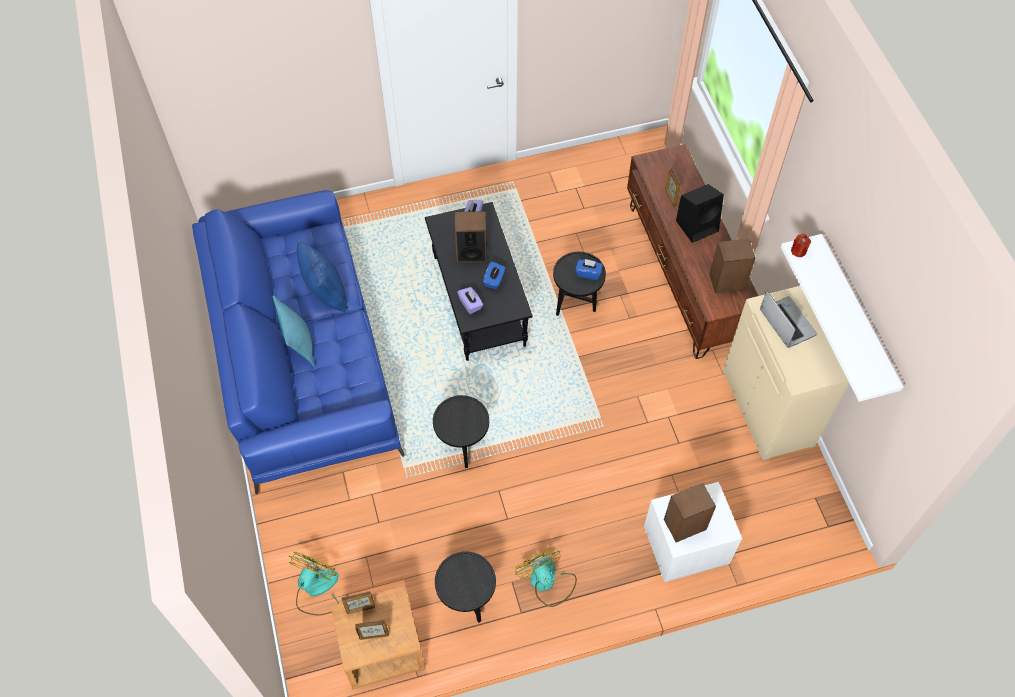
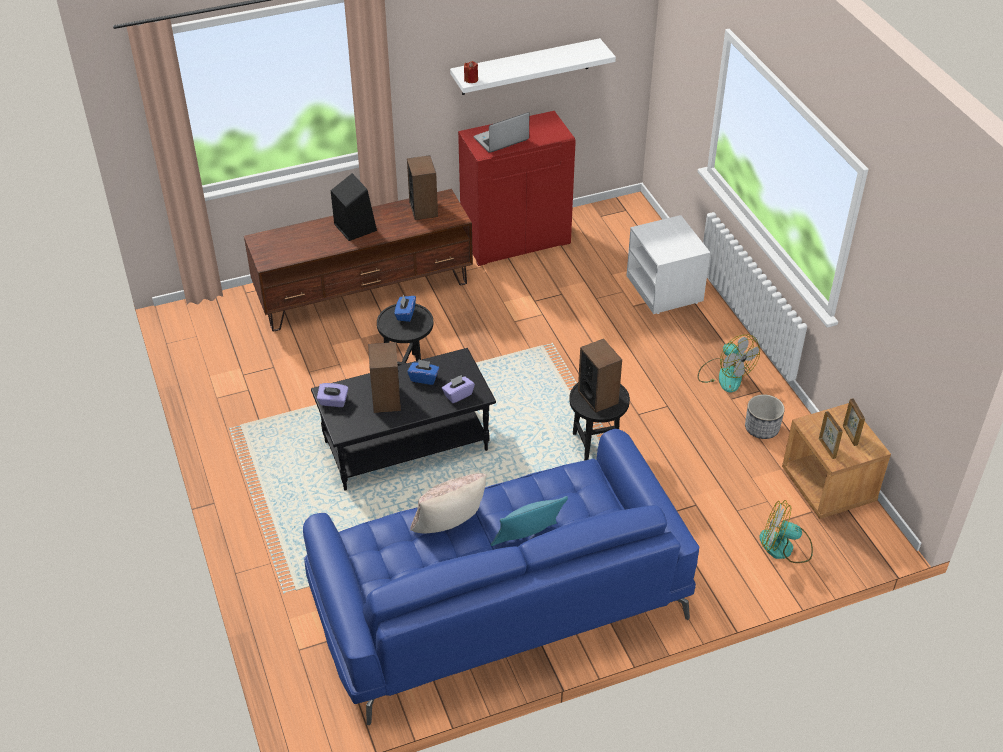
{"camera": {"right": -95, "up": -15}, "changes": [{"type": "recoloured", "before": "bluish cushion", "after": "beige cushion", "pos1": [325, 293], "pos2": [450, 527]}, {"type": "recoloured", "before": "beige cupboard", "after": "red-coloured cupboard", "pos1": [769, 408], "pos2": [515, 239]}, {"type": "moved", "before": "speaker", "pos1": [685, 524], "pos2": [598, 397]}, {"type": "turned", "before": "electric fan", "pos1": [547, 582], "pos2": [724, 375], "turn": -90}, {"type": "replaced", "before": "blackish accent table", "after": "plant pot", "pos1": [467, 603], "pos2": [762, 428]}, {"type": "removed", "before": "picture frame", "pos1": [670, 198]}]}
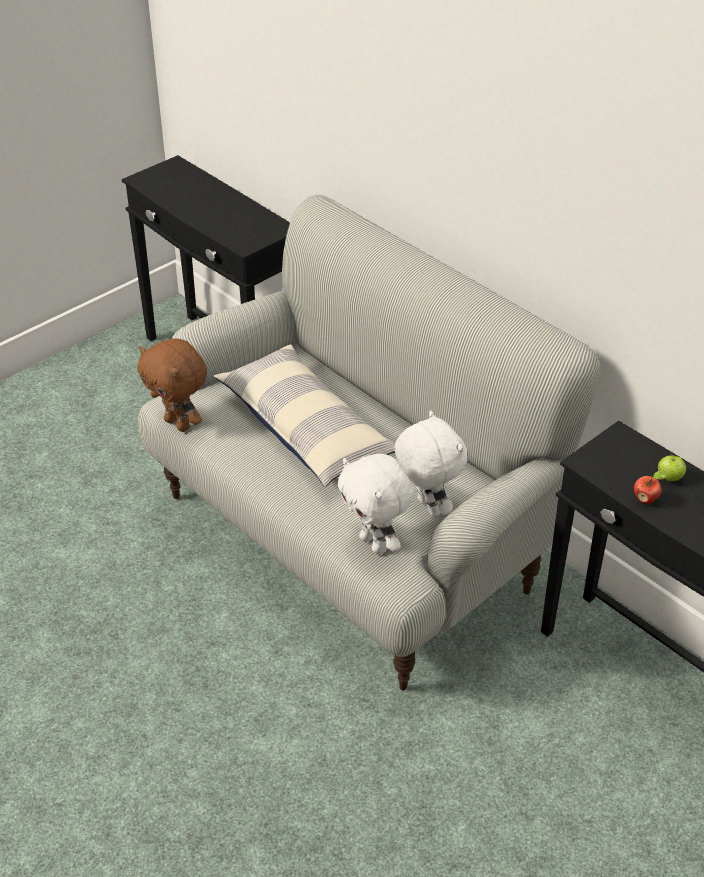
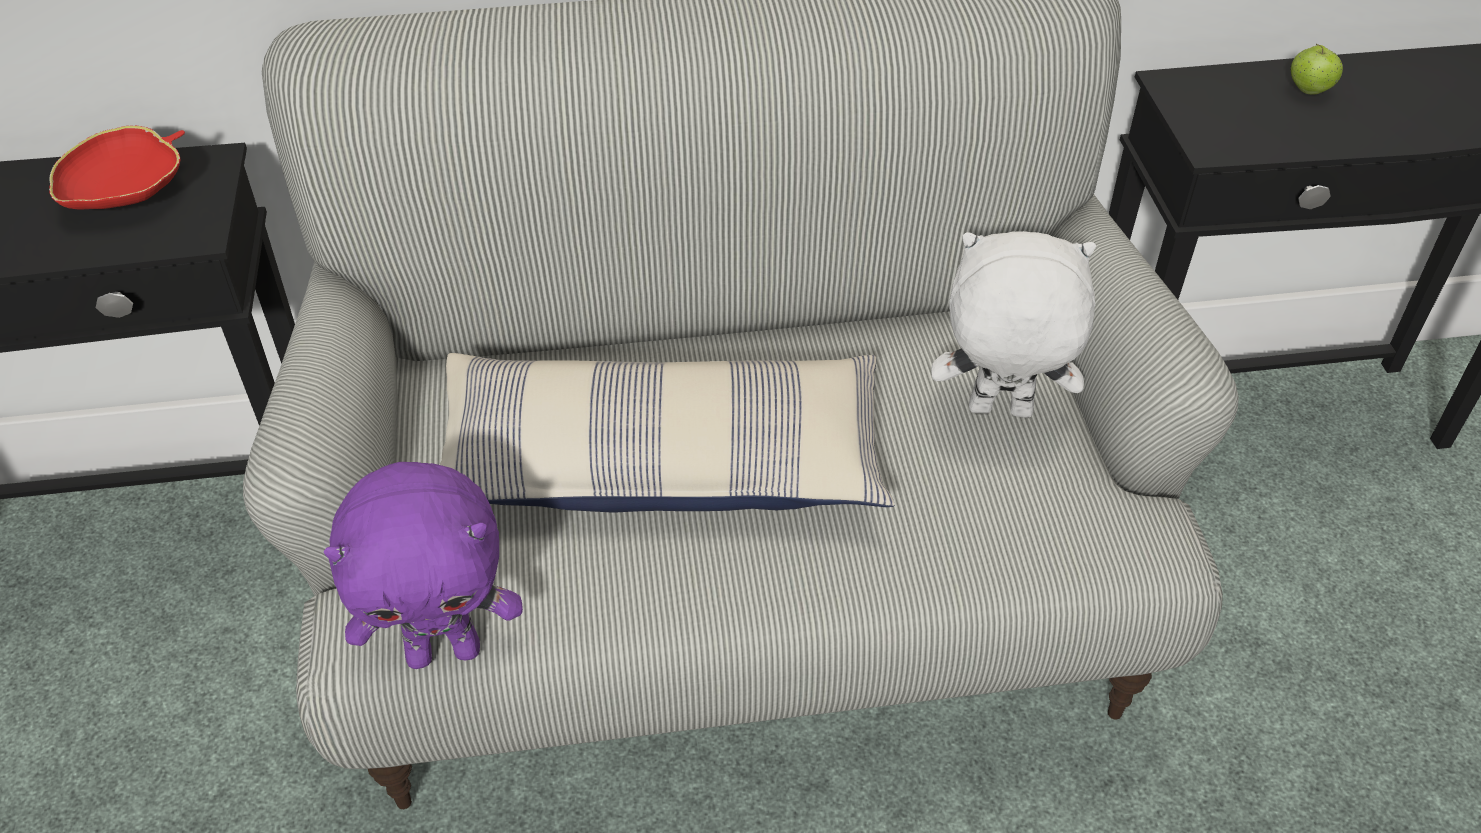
{"camera": {"right": -55, "up": 5}, "changes": [{"type": "added", "after": "red-coloured serving bowl", "pos2": [128, 192]}, {"type": "recoloured", "before": "brown-coloured plush toy", "after": "purplish plush toy", "pos1": [179, 424], "pos2": [445, 650]}, {"type": "removed", "before": "white-coloured plush toy", "pos1": [375, 544]}, {"type": "removed", "before": "apple fruit", "pos1": [646, 499]}]}
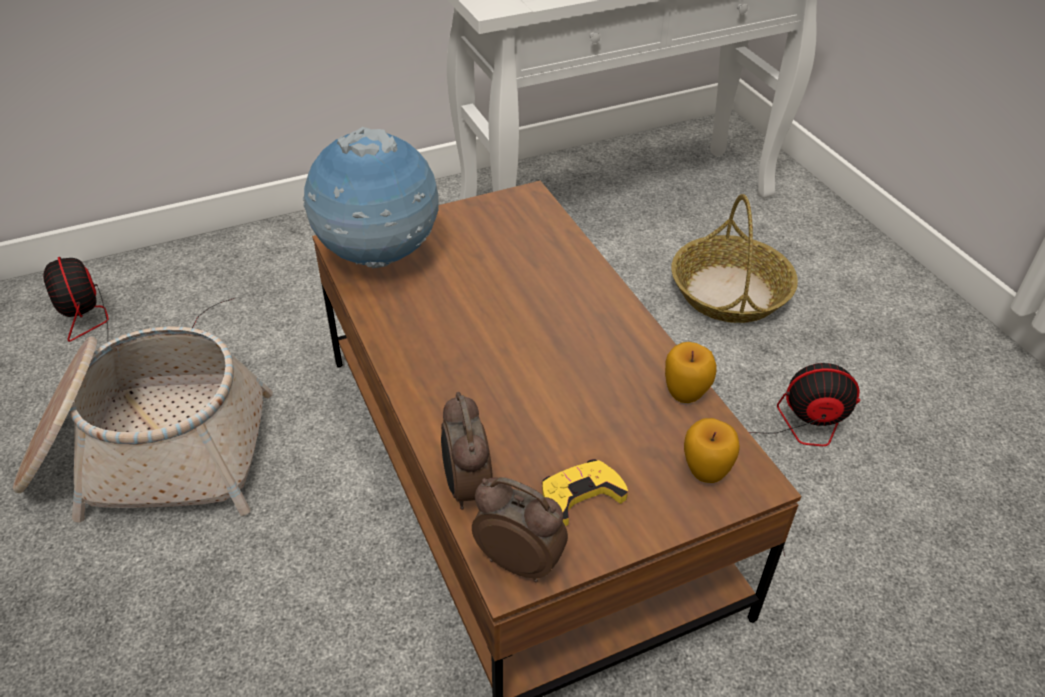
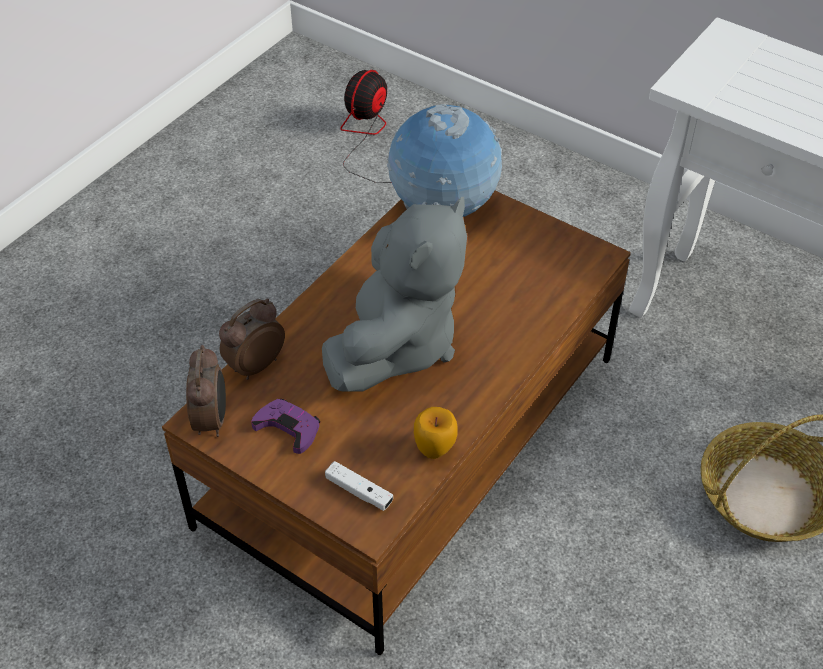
{"camera": {"right": 60, "up": 5}, "changes": [{"type": "recoloured", "before": "yellowish joypad", "after": "purplish joypad", "pos1": [580, 495], "pos2": [288, 428]}, {"type": "added", "after": "grey plush toy", "pos2": [396, 344]}, {"type": "replaced", "before": "apple fruit", "after": "white-coloured joypad", "pos1": [705, 472], "pos2": [359, 491]}, {"type": "removed", "before": "storage basket", "pos1": [149, 454]}, {"type": "removed", "before": "electric fan", "pos1": [788, 445]}]}
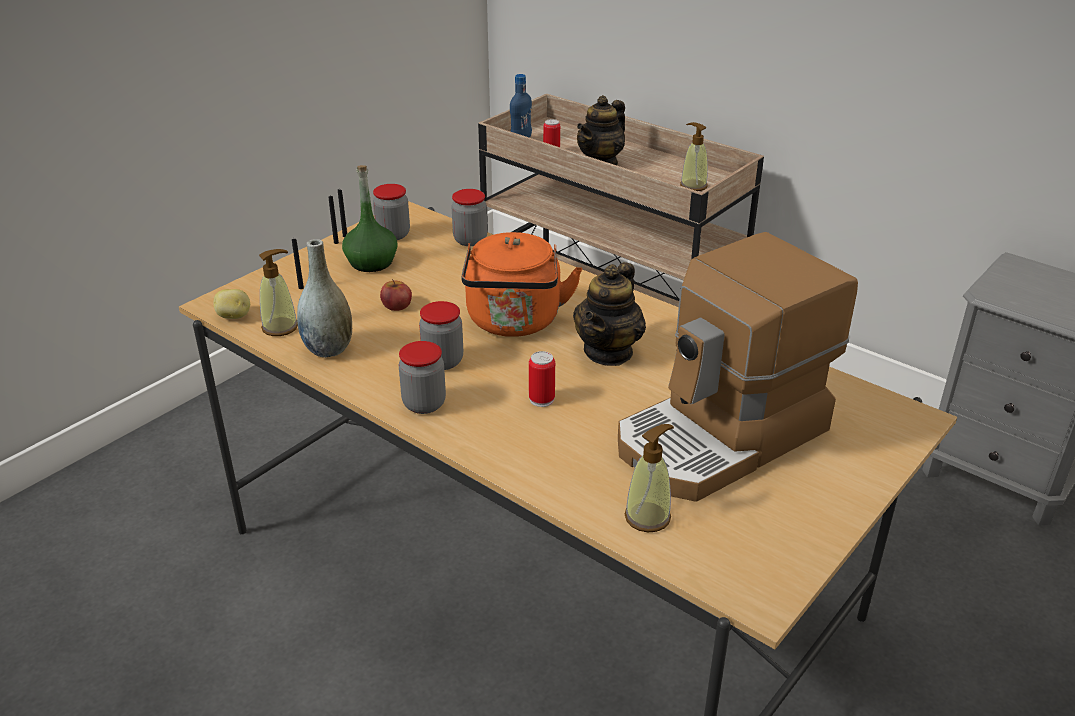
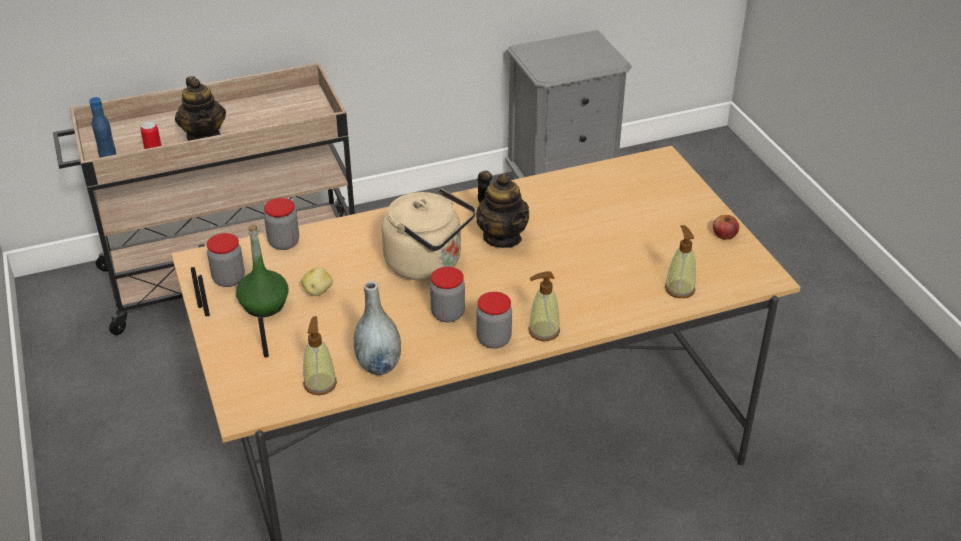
{"camera": {"right": -60, "up": 5}, "changes": [{"type": "moved", "before": "whole potato", "pos1": [234, 316], "pos2": [318, 291]}, {"type": "recoloured", "before": "orangey water kettle", "after": "beige water kettle", "pos1": [514, 323], "pos2": [428, 264]}, {"type": "moved", "before": "liquid soap bottle", "pos1": [693, 186], "pos2": [543, 331]}, {"type": "moved", "before": "apple fruit", "pos1": [396, 305], "pos2": [724, 234]}, {"type": "removed", "before": "metal can", "pos1": [541, 399]}, {"type": "removed", "before": "coffee maker", "pos1": [723, 438]}]}
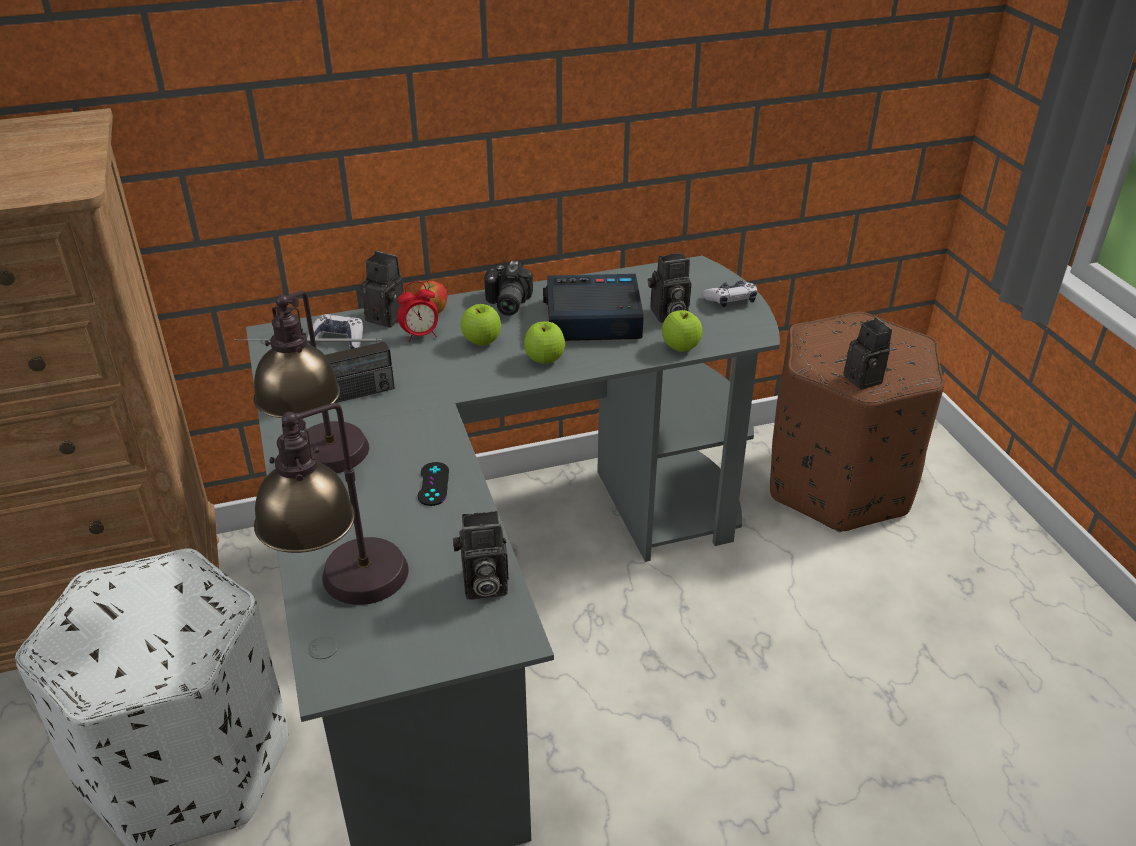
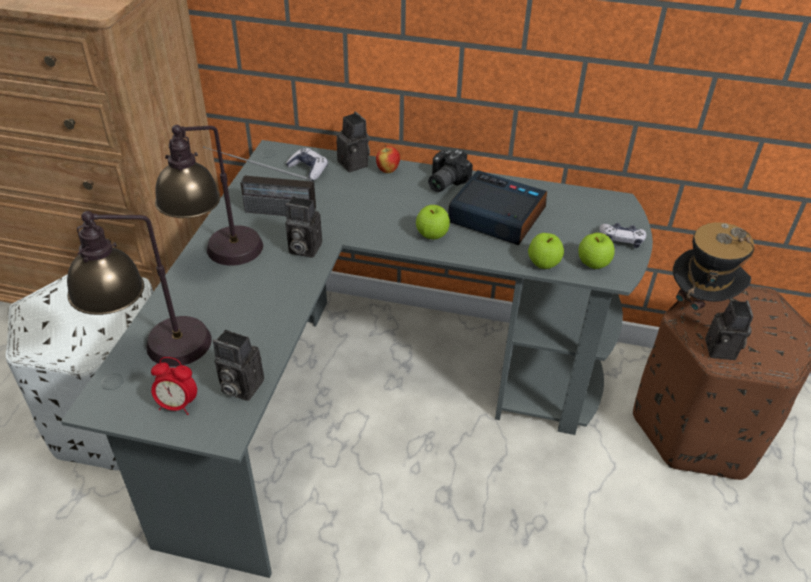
{"camera": {"right": 30, "up": 5}, "changes": [{"type": "moved", "before": "table clock", "pos1": [420, 335], "pos2": [177, 405]}, {"type": "moved", "before": "photo camera", "pos1": [667, 315], "pos2": [303, 248]}, {"type": "moved", "before": "apple fruit", "pos1": [482, 342], "pos2": [593, 264]}, {"type": "added", "after": "wearable hat", "pos2": [699, 305]}, {"type": "removed", "before": "blackish joypad", "pos1": [433, 484]}]}
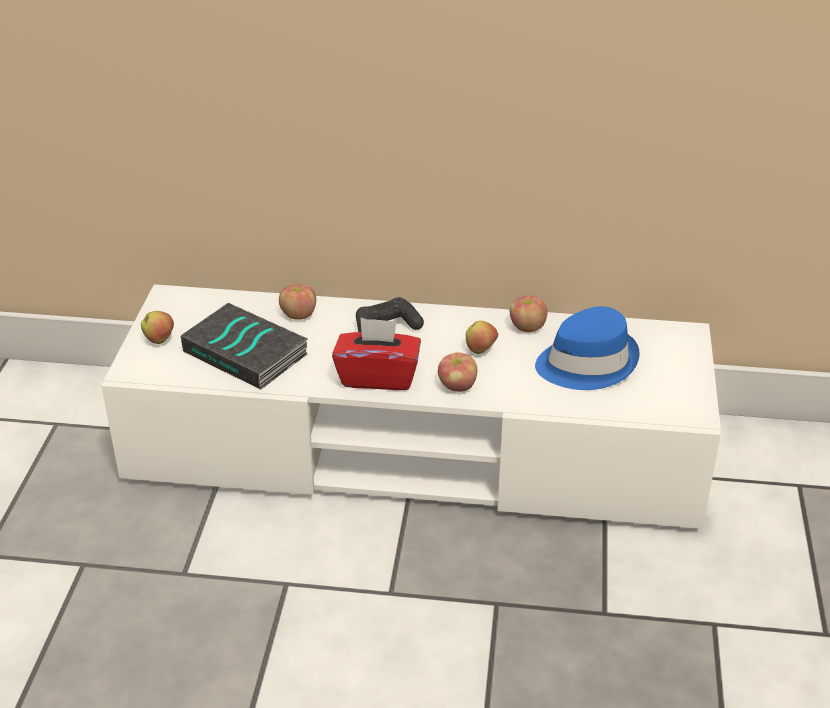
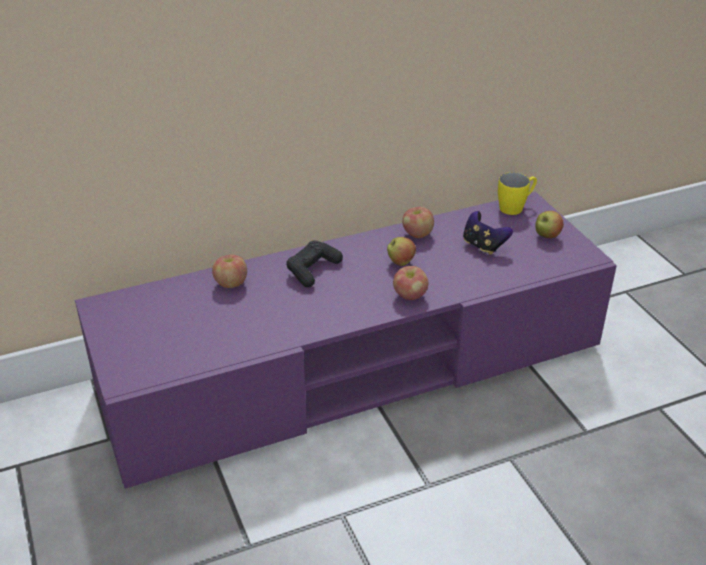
{"camera": {"right": -30, "up": 0}, "changes": [{"type": "recoloured", "before": "white-coloured tv stand", "after": "purplish tv stand", "pos1": [415, 451], "pos2": [353, 367]}, {"type": "replaced", "before": "bluish wearable hat", "after": "joypad", "pos1": [586, 363], "pos2": [483, 246]}, {"type": "added", "after": "yellowish tea mug", "pos2": [515, 207]}, {"type": "moved", "before": "apple fruit", "pos1": [159, 340], "pos2": [547, 236]}, {"type": "removed", "before": "book", "pos1": [247, 353]}, {"type": "removed", "before": "red-coloured tissue box", "pos1": [378, 376]}]}
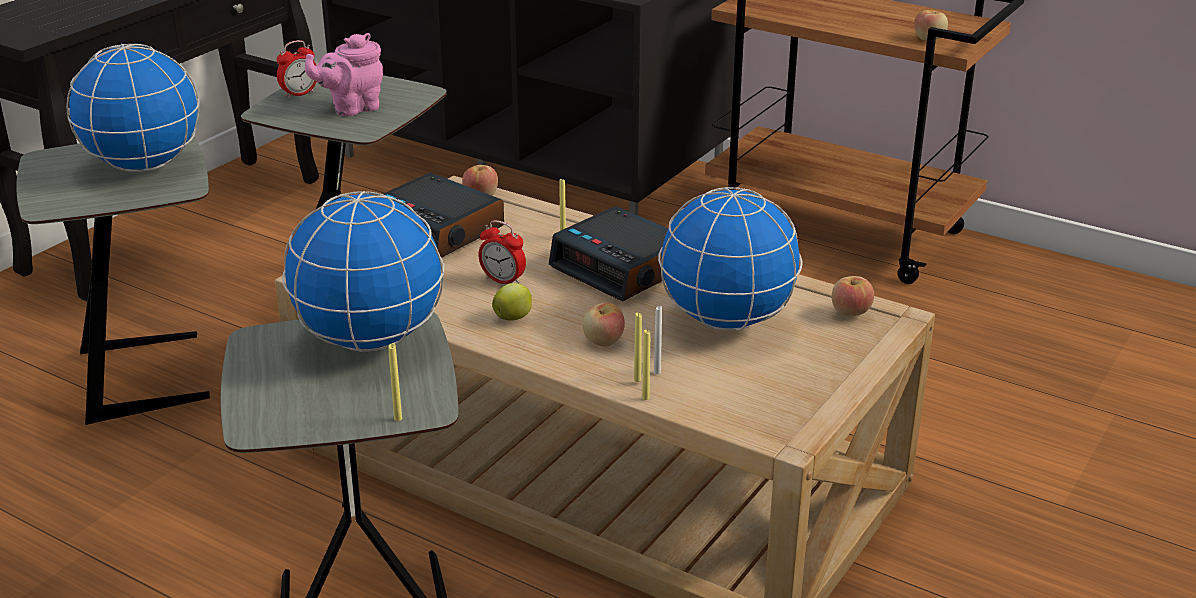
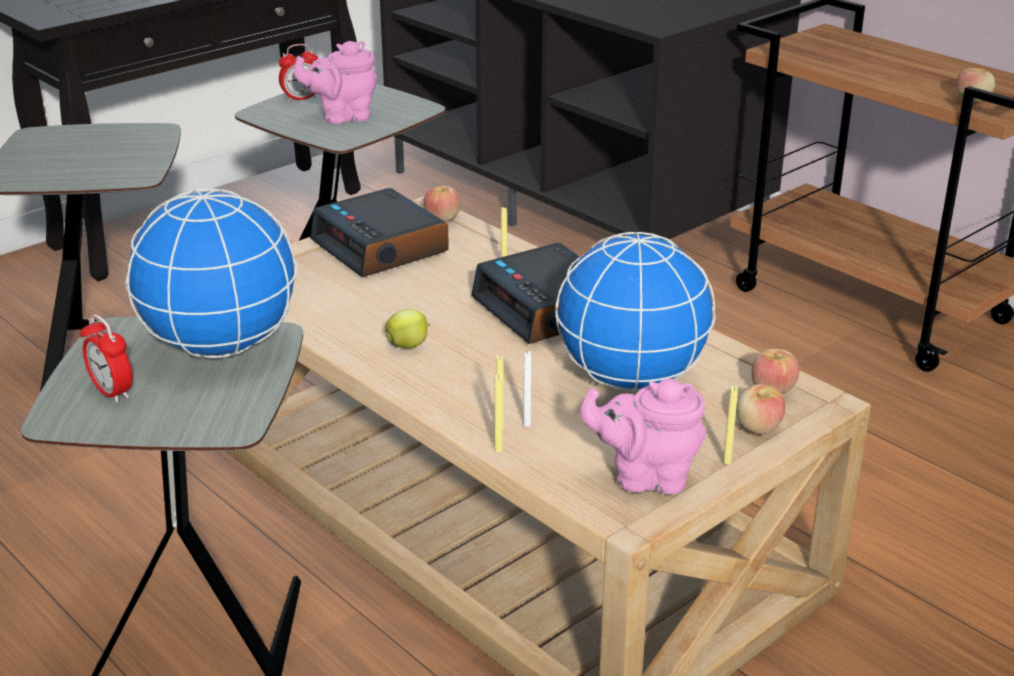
{"camera": {"right": 15, "up": 0}, "changes": [{"type": "moved", "before": "table clock", "pos1": [503, 281], "pos2": [112, 392]}, {"type": "added", "after": "pink teapot", "pos2": [646, 477]}, {"type": "moved", "before": "yellowish wax light", "pos1": [398, 419], "pos2": [727, 461]}, {"type": "moved", "before": "apple fruit", "pos1": [603, 341], "pos2": [758, 428]}, {"type": "removed", "before": "world globe", "pos1": [144, 165]}]}
